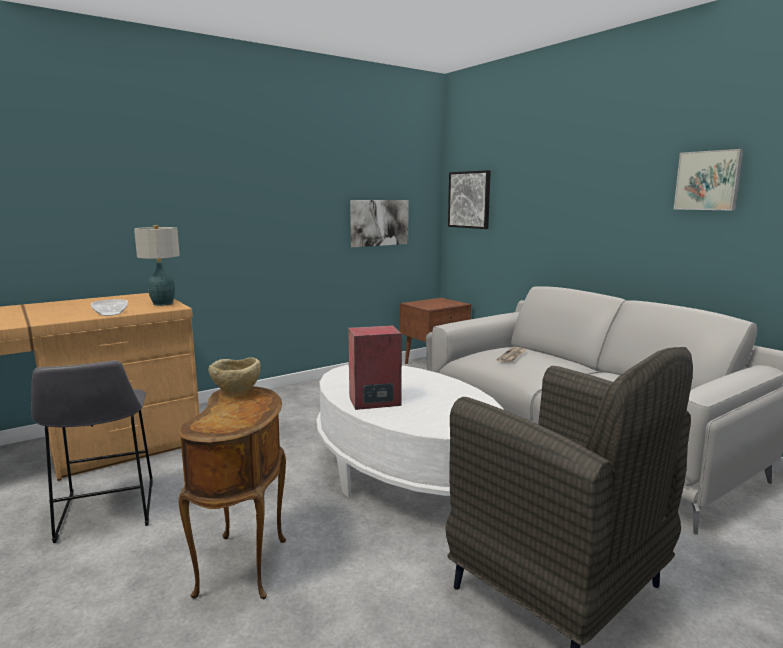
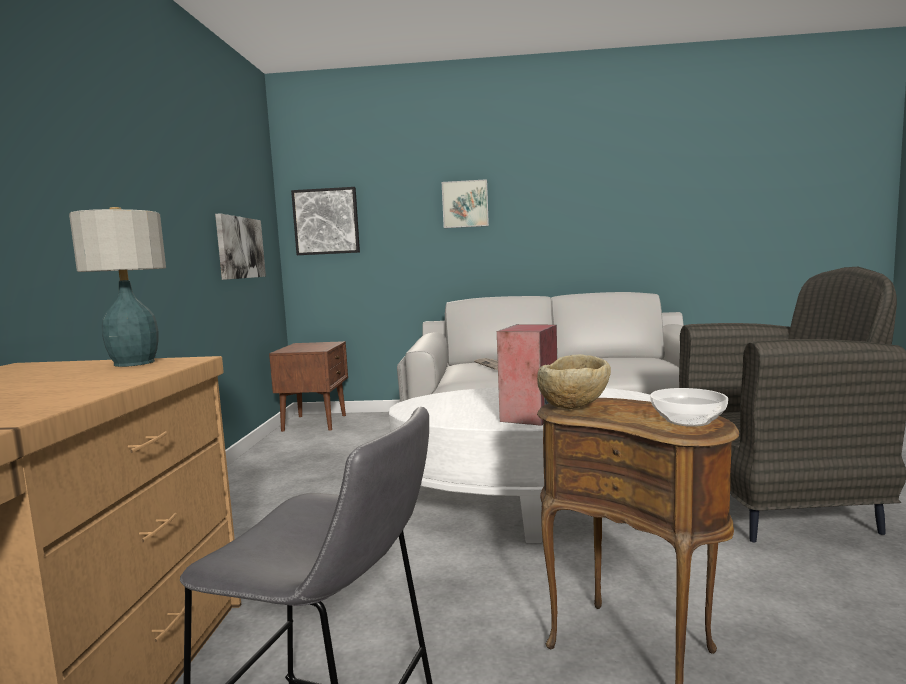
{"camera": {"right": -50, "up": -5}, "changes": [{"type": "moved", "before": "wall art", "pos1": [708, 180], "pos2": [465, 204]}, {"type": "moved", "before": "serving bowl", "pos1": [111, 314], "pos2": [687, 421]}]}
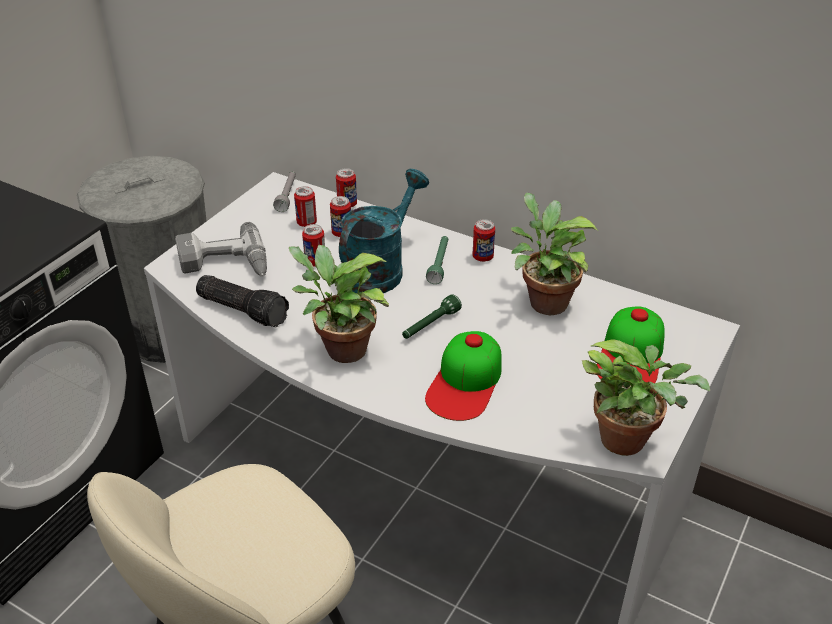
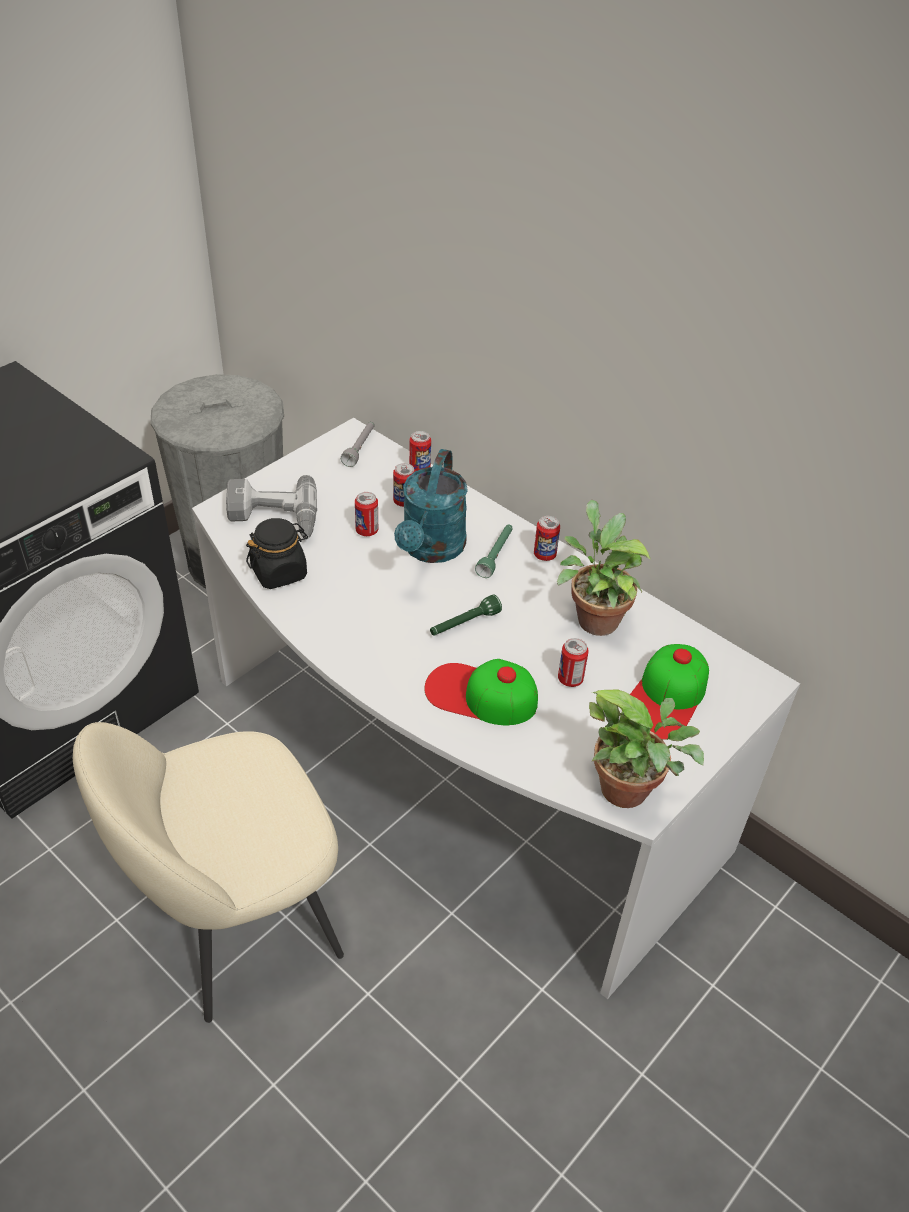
{"camera": {"right": 10, "up": 5}, "changes": [{"type": "replaced", "before": "torch", "after": "blackish preserve jar", "pos1": [244, 309], "pos2": [279, 572]}, {"type": "turned", "before": "turquoise-coloured sprinkling can", "pos1": [379, 269], "pos2": [431, 550], "turn": 150}, {"type": "turned", "before": "cap", "pos1": [465, 382], "pos2": [480, 695], "turn": 75}, {"type": "moved", "before": "metal can", "pos1": [306, 223], "pos2": [570, 679]}, {"type": "removed", "before": "houseplant", "pos1": [340, 349]}]}
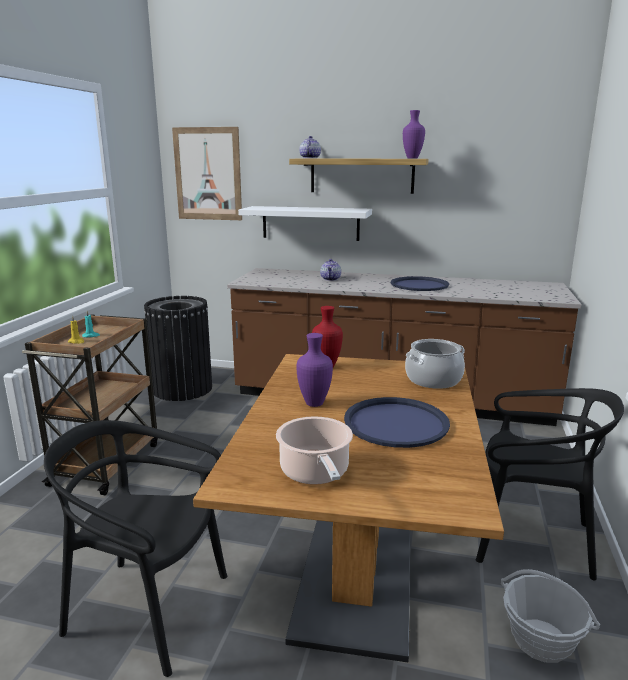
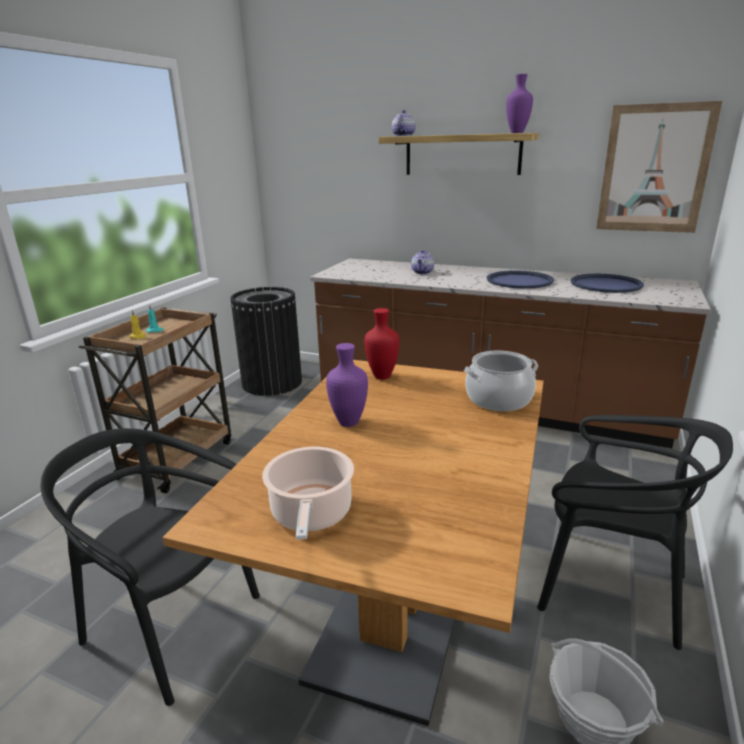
{"camera": {"right": 10, "up": 5}, "changes": [{"type": "moved", "before": "bluish carrying tray", "pos1": [396, 423], "pos2": [605, 284]}, {"type": "moved", "before": "wall art", "pos1": [208, 174], "pos2": [654, 169]}, {"type": "removed", "before": "white-coloured bracket shelf", "pos1": [310, 223]}]}
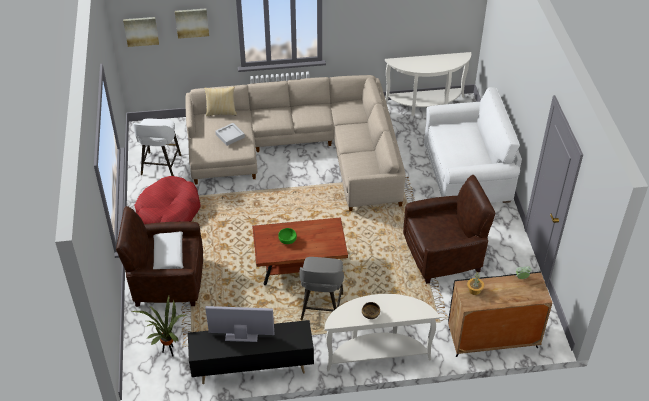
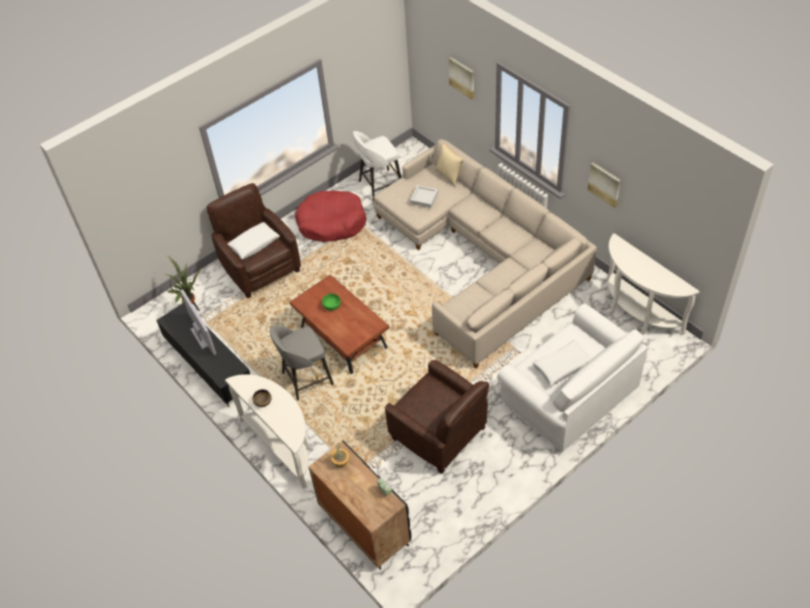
{"camera": {"right": 60, "up": 5}, "changes": [{"type": "added", "after": "white-coloured cushion", "pos2": [562, 366]}, {"type": "moved", "before": "wall art", "pos1": [141, 31], "pos2": [604, 184]}]}
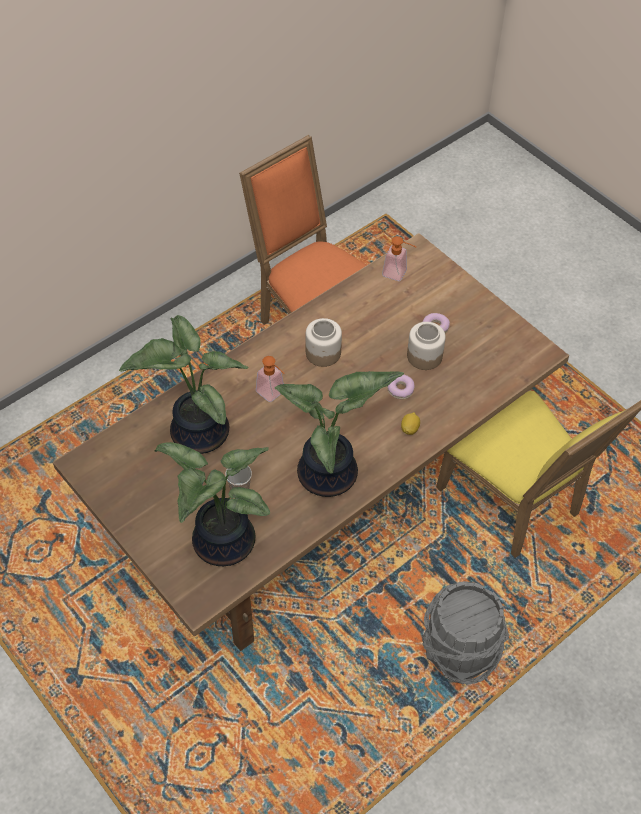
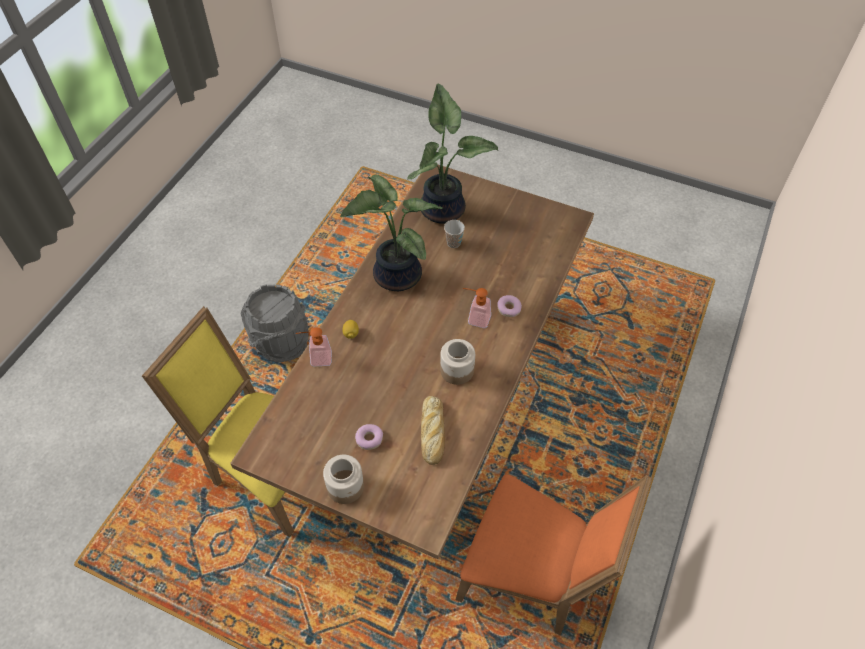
{"camera": {"right": 155, "up": 0}, "changes": [{"type": "moved", "before": "liquid soap bottle", "pos1": [398, 274], "pos2": [316, 358]}, {"type": "moved", "before": "preserve jar", "pos1": [424, 356], "pos2": [346, 487]}, {"type": "added", "after": "bakery bread", "pos2": [433, 433]}, {"type": "moved", "before": "ring doughnut", "pos1": [400, 389], "pos2": [509, 309]}, {"type": "removed", "before": "houseplant", "pos1": [196, 432]}]}
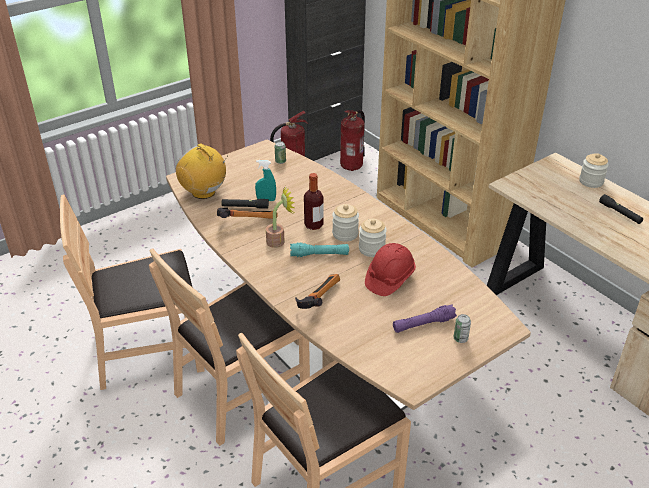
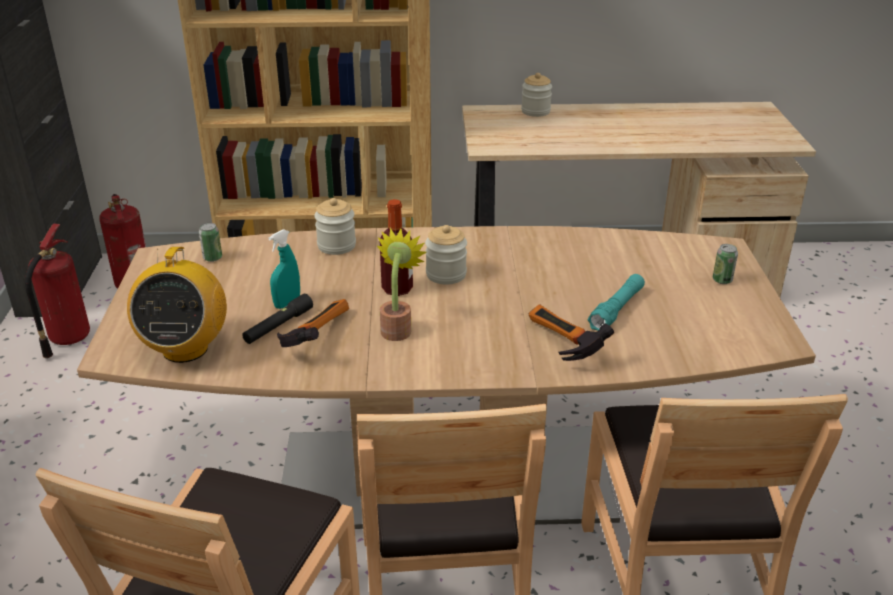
{"camera": {"right": -55, "up": -5}, "changes": [{"type": "turned", "before": "radio set", "pos1": [204, 192], "pos2": [185, 348], "turn": -75}, {"type": "moved", "before": "preserve jar", "pos1": [371, 249], "pos2": [336, 246]}, {"type": "moved", "before": "turquoise-coloured torch", "pos1": [319, 254], "pos2": [616, 310]}, {"type": "removed", "before": "red-coloured safety helmet", "pos1": [389, 278]}, {"type": "removed", "before": "purplish torch", "pos1": [423, 324]}, {"type": "removed", "before": "blackish torch", "pos1": [620, 213]}]}
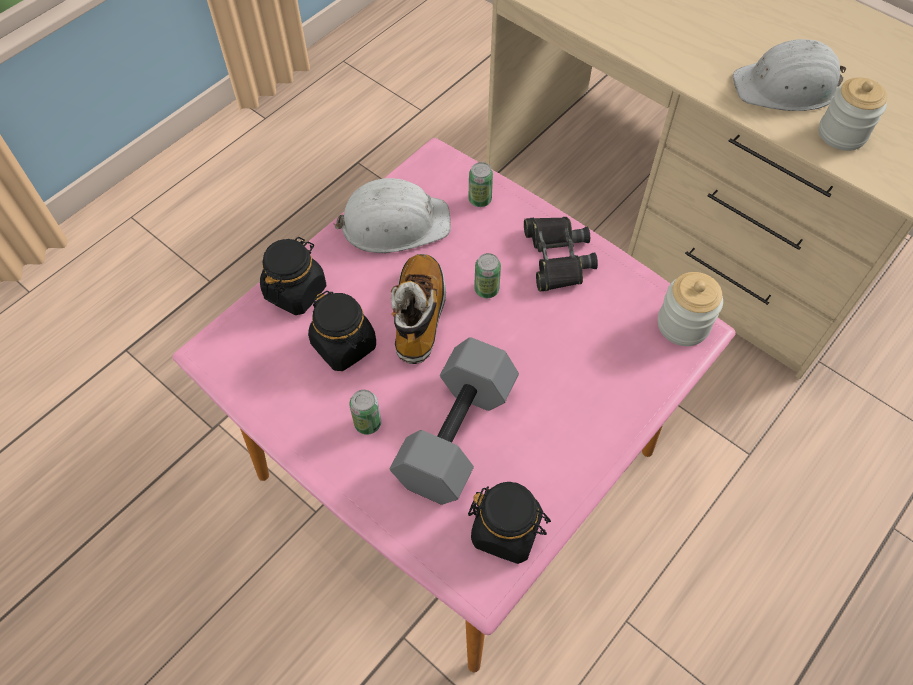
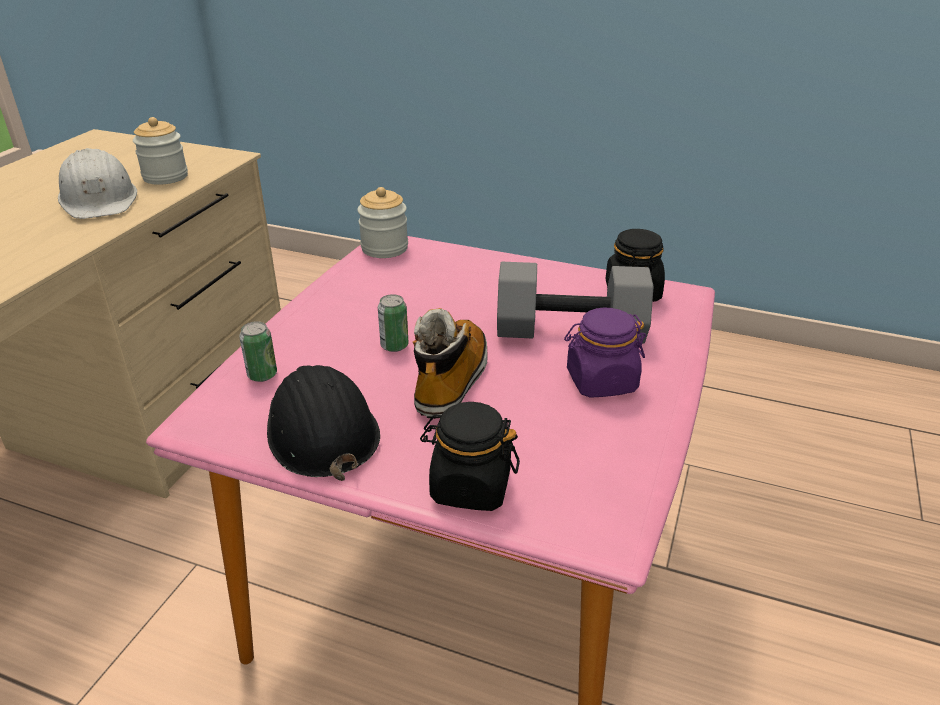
{"camera": {"right": -110, "up": -25}, "changes": [{"type": "recoloured", "before": "white-coloured safety helmet", "after": "blackish safety helmet", "pos1": [394, 223], "pos2": [320, 432]}, {"type": "turned", "before": "high-top boot", "pos1": [419, 315], "pos2": [451, 380], "turn": 120}, {"type": "replaced", "before": "metal can", "after": "purplish preserve jar", "pos1": [367, 423], "pos2": [601, 381]}, {"type": "removed", "before": "blackish preserve jar", "pos1": [344, 345]}, {"type": "removed", "before": "blackish pair of binoculars", "pos1": [557, 257]}]}
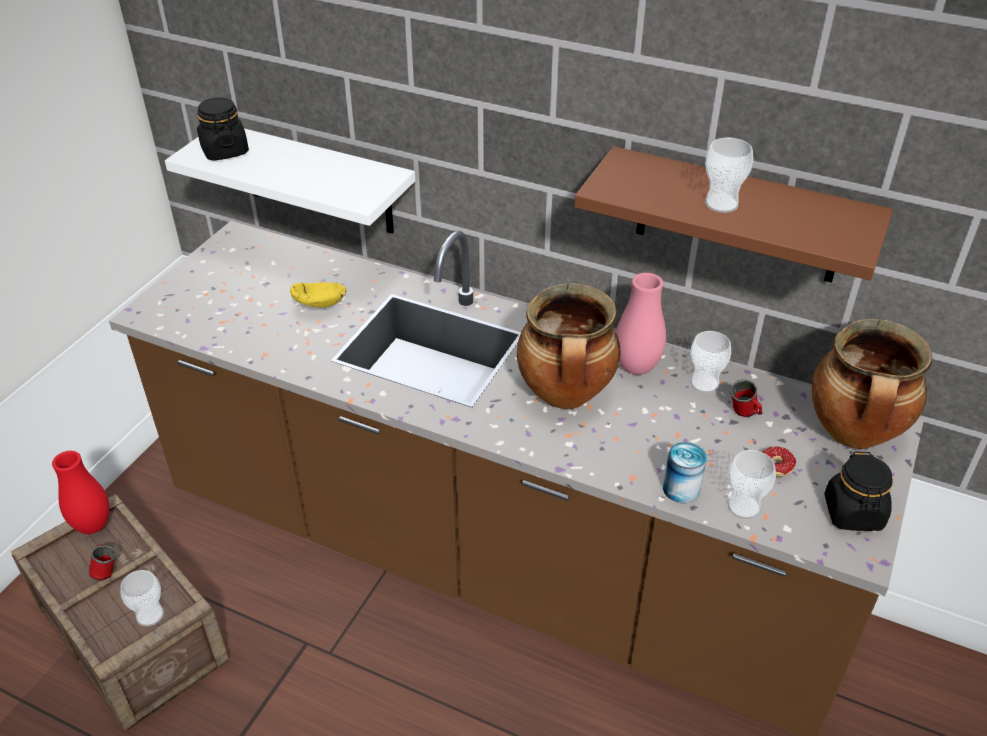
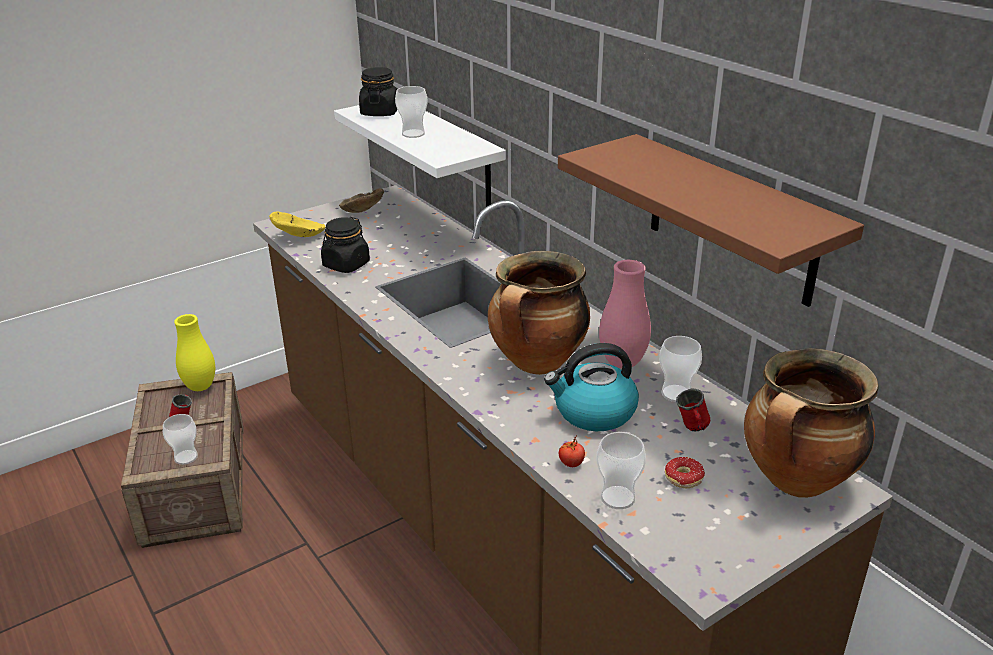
{"camera": {"right": 30, "up": -10}, "changes": [{"type": "recoloured", "before": "red-coloured decorative vase", "after": "yellowish decorative vase", "pos1": [93, 526], "pos2": [200, 387]}, {"type": "moved", "before": "yellowish serving bowl", "pos1": [323, 305], "pos2": [301, 236]}, {"type": "moved", "before": "blackish preserve jar", "pos1": [853, 513], "pos2": [346, 265]}, {"type": "added", "after": "brown-coloured serving bowl", "pos2": [361, 211]}, {"type": "moved", "before": "small cup", "pos1": [721, 204], "pos2": [413, 134]}, {"type": "added", "after": "water kettle", "pos2": [593, 412]}, {"type": "replaced", "before": "metal can", "after": "tomato", "pos1": [681, 489], "pos2": [571, 463]}]}
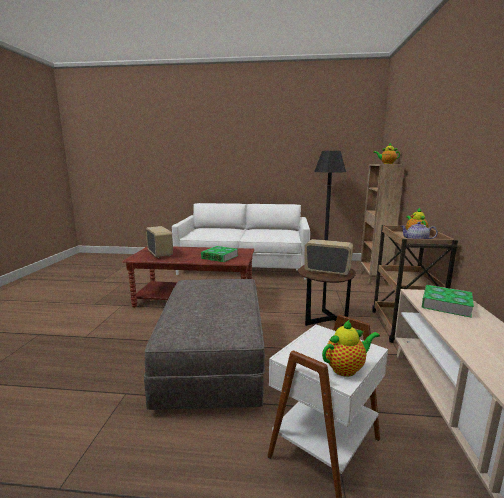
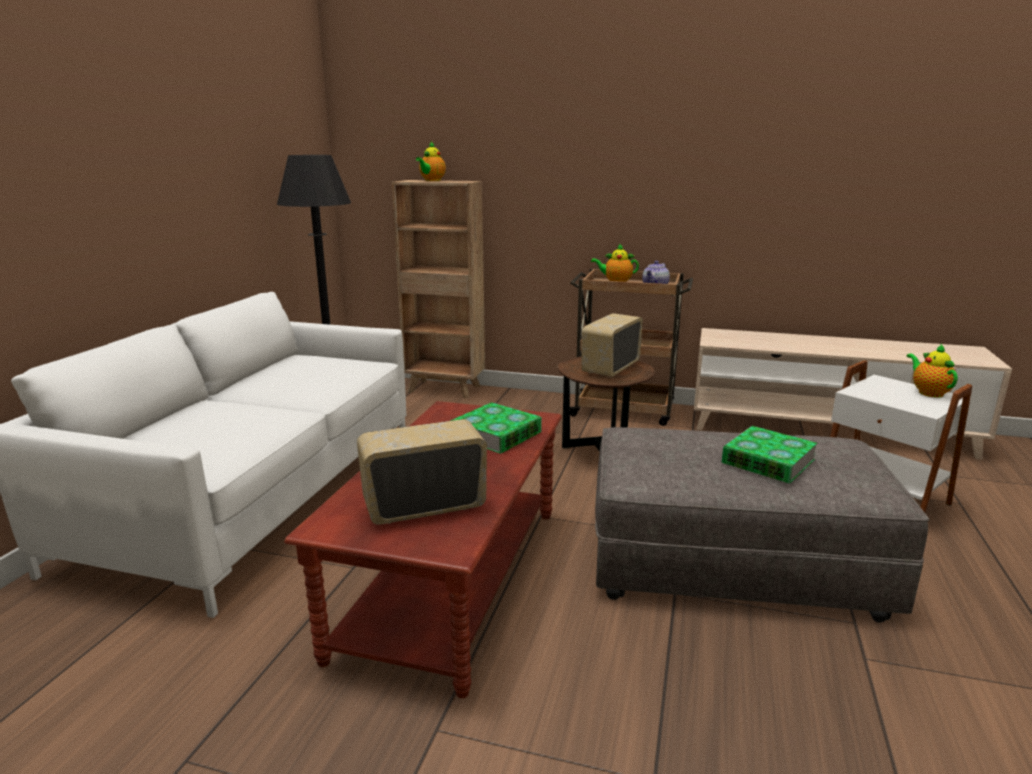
{"camera": {"right": -80, "up": 5}, "changes": [{"type": "moved", "before": "book", "pos1": [446, 304], "pos2": [768, 461]}]}
